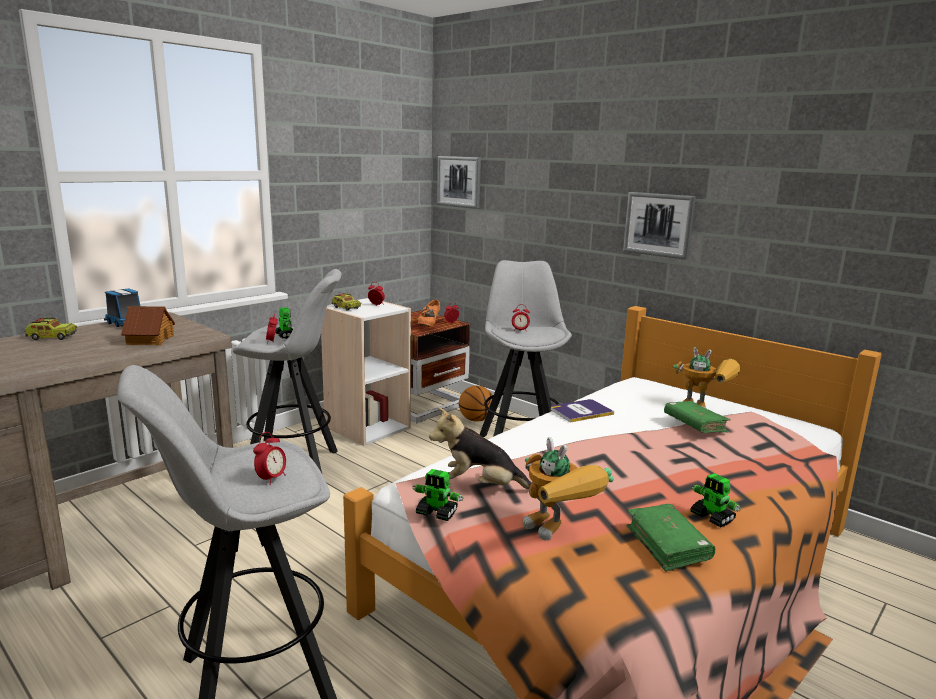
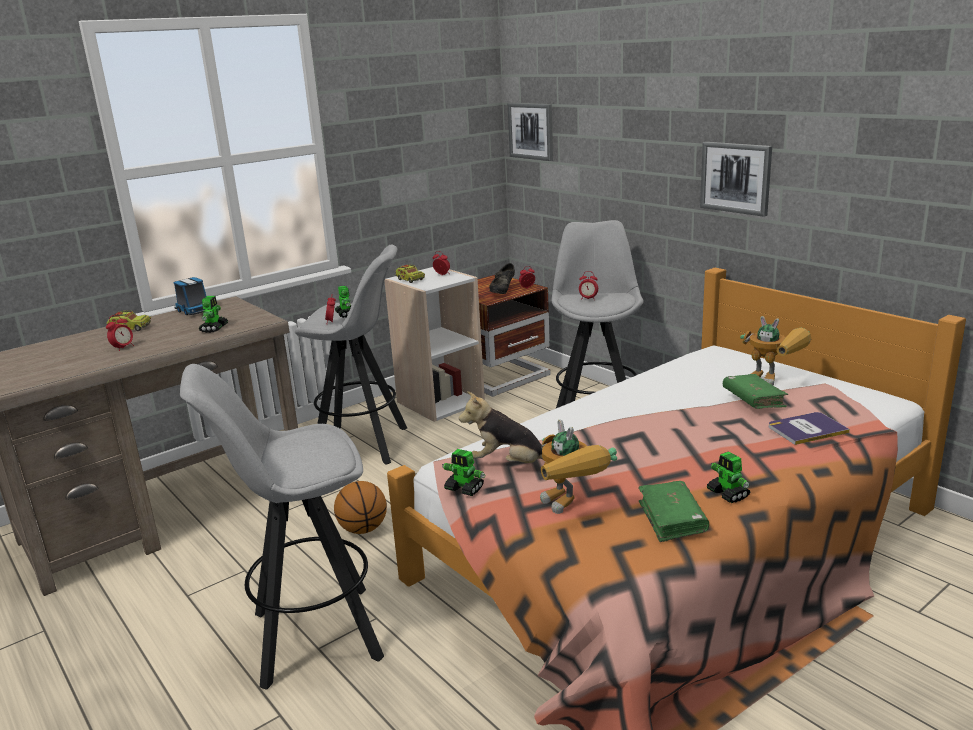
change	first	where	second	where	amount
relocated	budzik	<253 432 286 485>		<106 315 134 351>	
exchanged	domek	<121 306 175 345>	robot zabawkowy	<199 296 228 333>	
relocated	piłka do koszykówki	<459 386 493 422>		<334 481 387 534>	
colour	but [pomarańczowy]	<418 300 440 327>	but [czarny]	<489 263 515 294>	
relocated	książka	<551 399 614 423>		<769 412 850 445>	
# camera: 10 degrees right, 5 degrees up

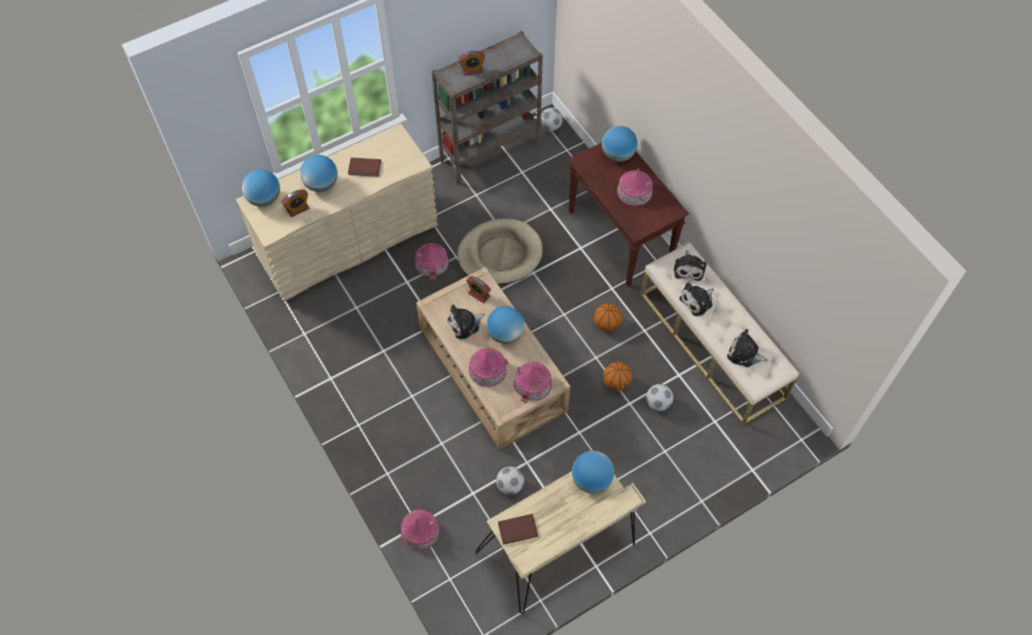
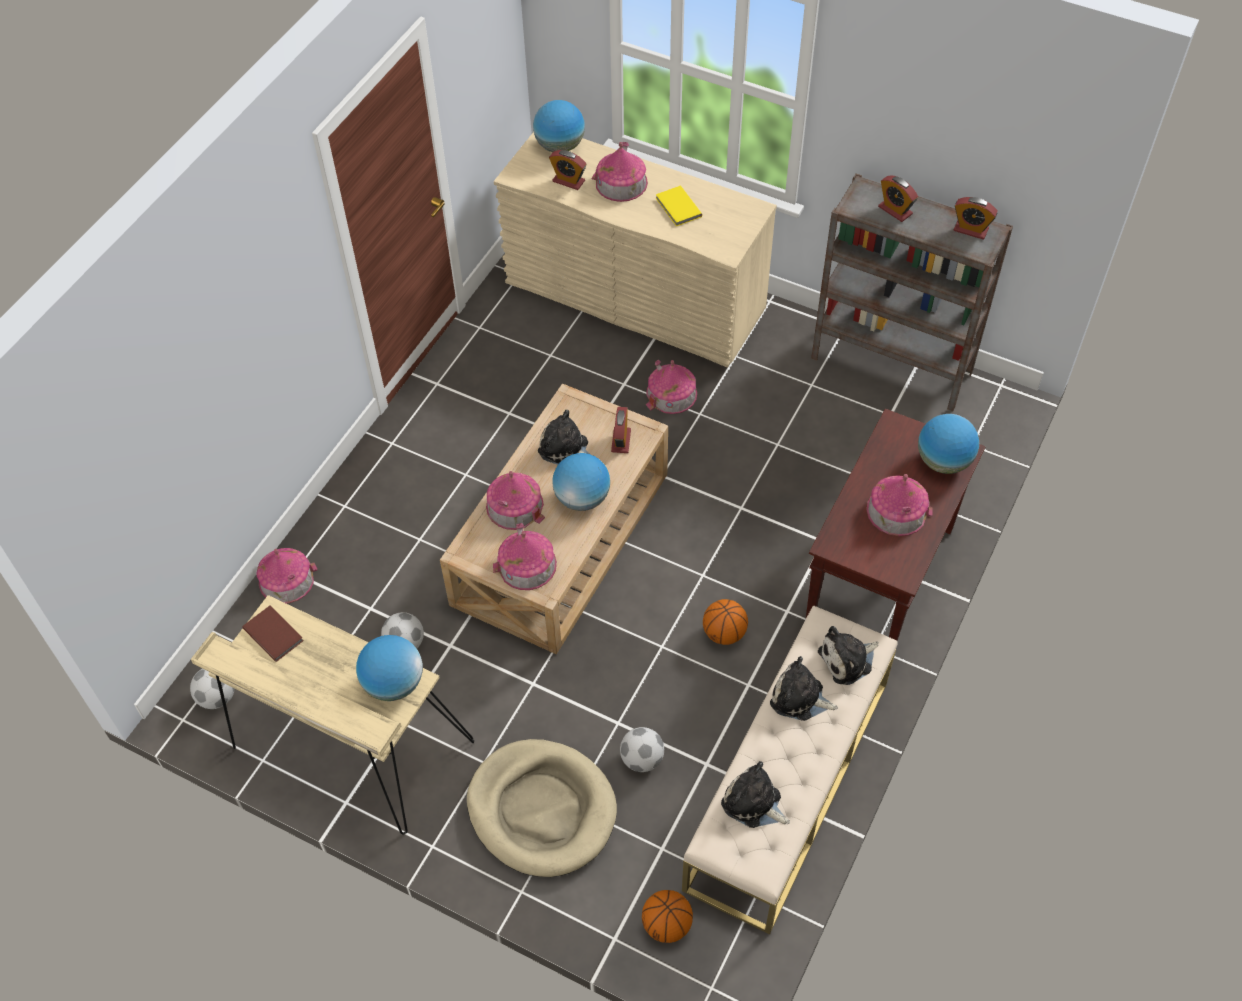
change	first	where	second	where	amount
relocated	piłka futbolowa	<541 108 563 131>		<190 669 235 709>	
relocated	legowisko [beżowy]	<457 219 543 285>		<467 739 617 877>	
exchanged	globus	<300 155 338 192>	domek	<591 142 648 202>	
relocated	piłka do koszykówki	<603 362 632 391>		<642 890 693 943>	
colour	książka [brązowy]	<348 157 381 177>	książka [żółty]	<656 186 702 226>	
spun	pluszak	<727 329 768 367>		<721 761 790 828>	45 degrees counterclockwise
appeared			budzik	<954 197 998 240>	
# camera: 60 degrees right, 5 degrees down

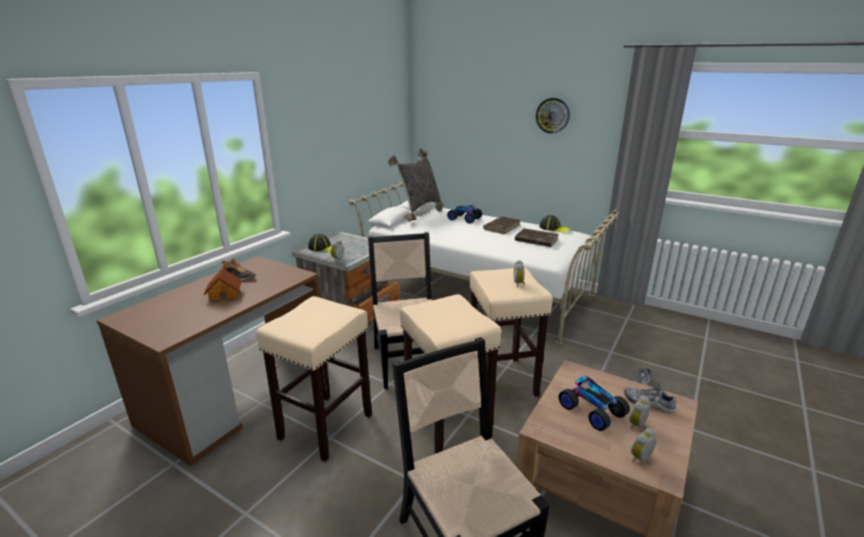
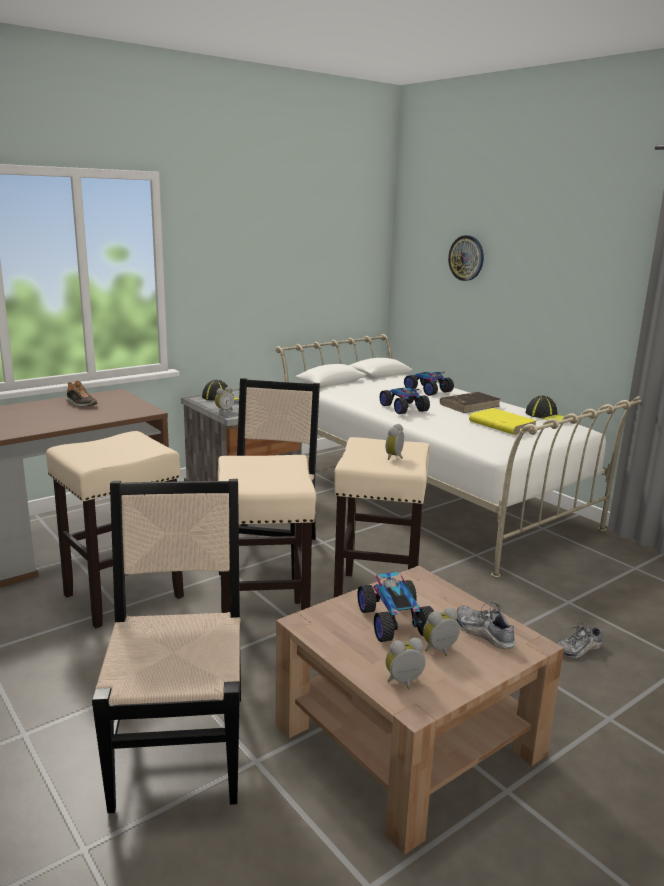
change	first	where	second	where	amount
appeared			samochodzik	<380 388 430 414>	
relocated	zegar ścienny	<536 98 570 134>		<448 235 484 281>	
colour	książka [brązowy]	<515 228 559 247>	książka [żółty]	<469 408 537 435>	
missing	domek	<204 268 242 301>			
missing	poduszka	<388 149 443 221>			
# camera: 20 degrees right, 5 degrees down

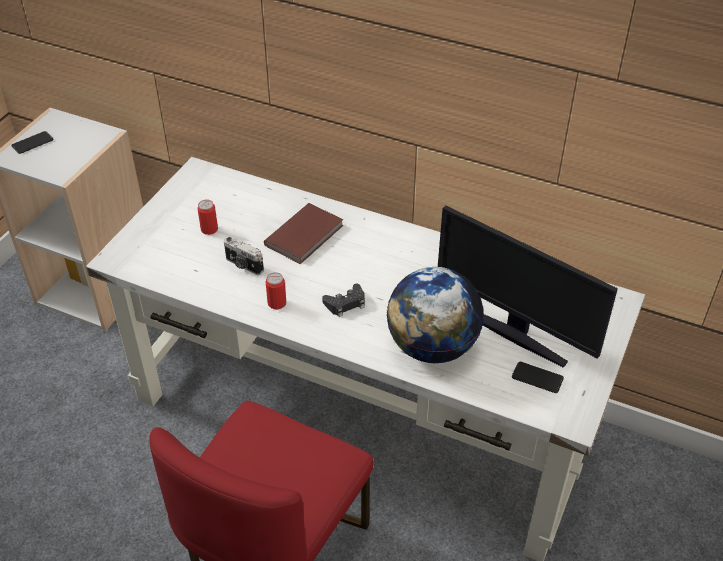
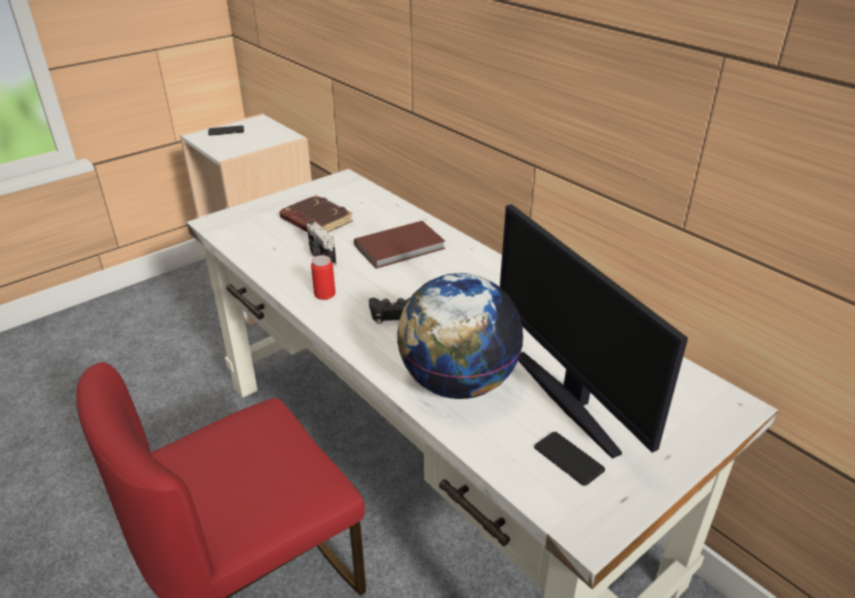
change	first	where	second	where	amount
exchanged	puszka	<197 200 218 235>	książka [brązowy]	<280 195 353 233>	
# camera: 25 degrees right, 10 degrees down

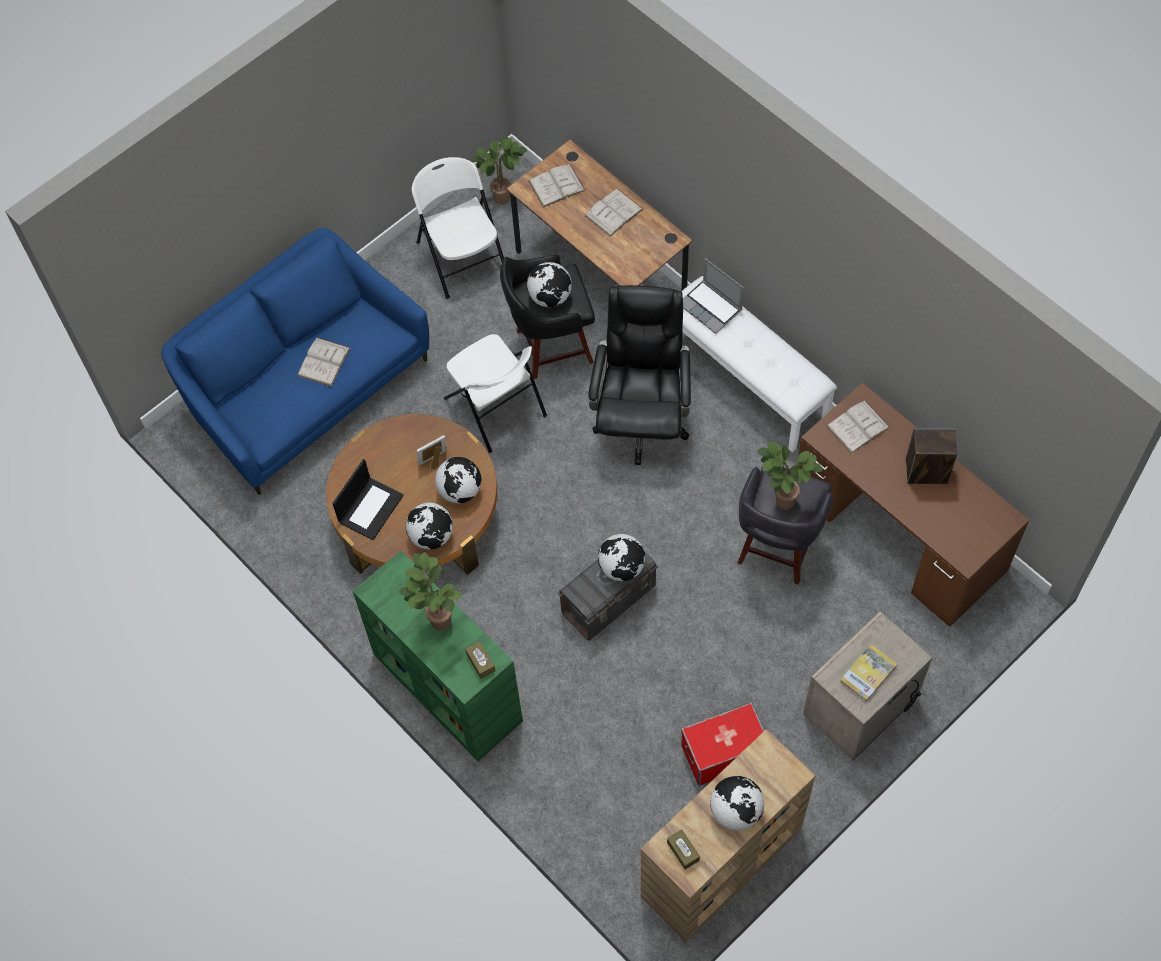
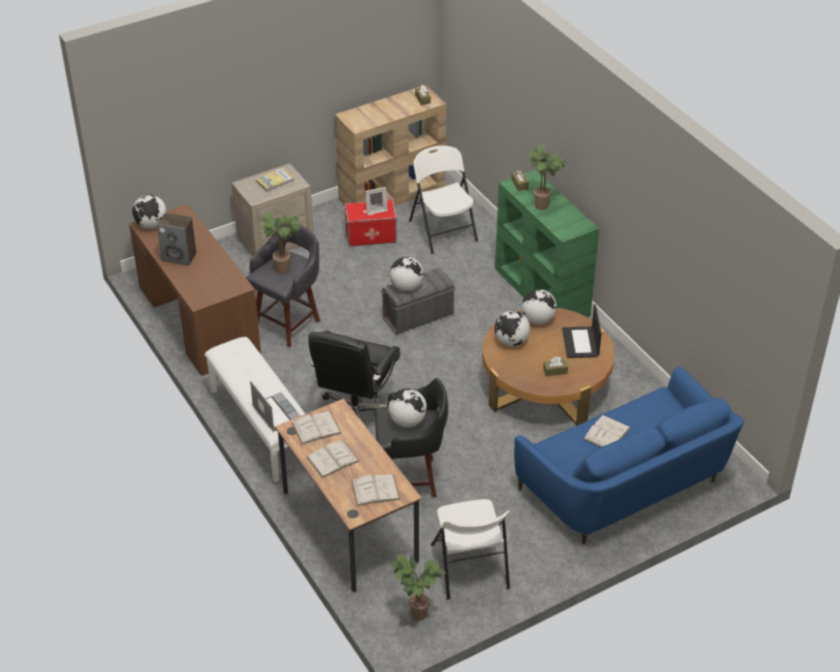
change	first	where	second	where	amount
relocated	globus	<710 776 764 831>		<132 195 166 228>	
relocated	książka [biały]	<826 400 890 454>		<292 411 341 445>	
relocated	ramka na zdjęcie	<417 435 446 470>		<365 187 388 215>	
relocated	krzesło [biały]	<444 334 547 454>		<409 146 478 254>	
appeared			pudełko chusteczek [brązowy]	<543 357 568 376>	
spun	laptop	<332 459 404 540>		<562 304 602 358>	45 degrees counterclockwise
# camera: 170 degrees left, 20 degrees down

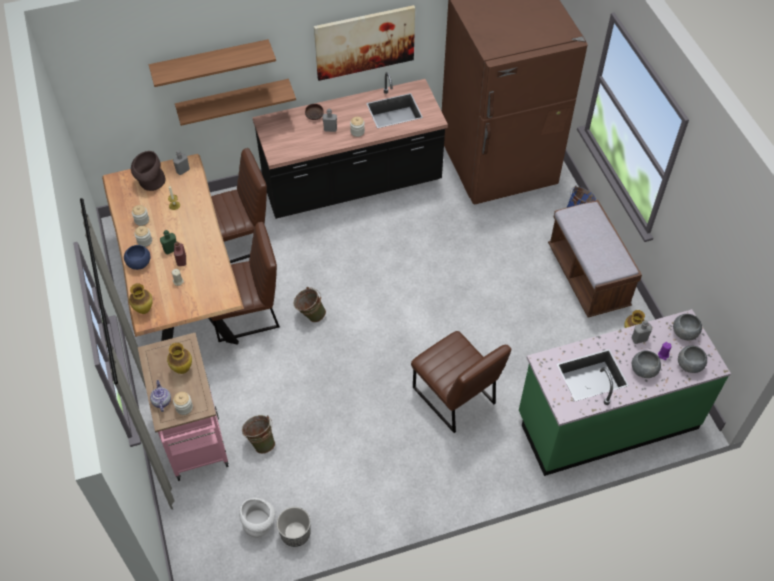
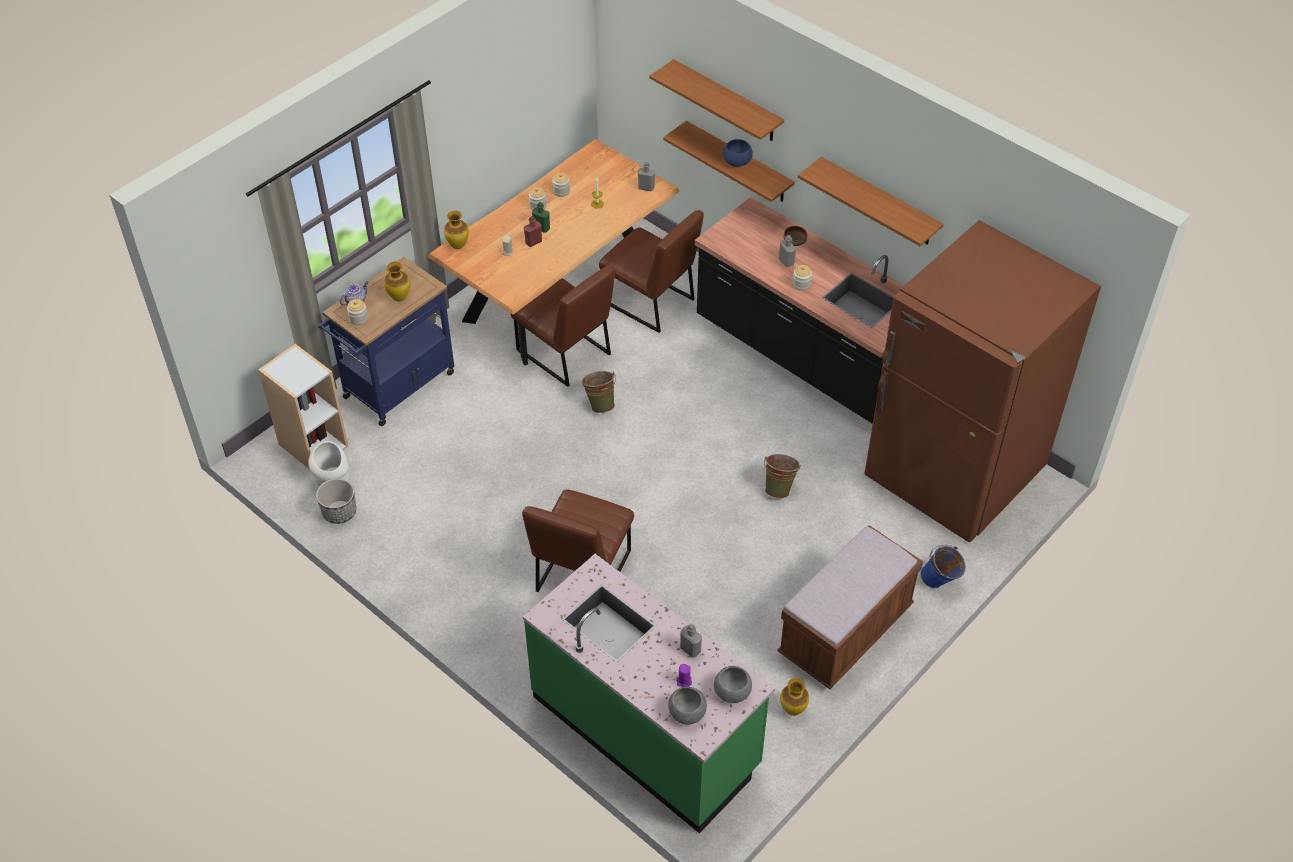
change	first	where	second	where	amount
appeared			regał	<258 344 348 469>	
colour	wózek [różowy]	<138 333 229 481>	wózek [niebieski]	<318 257 454 426>	
relocated	miska [niebieski]	<124 245 151 270>		<723 139 753 167>	
relocated	wiadro [zielony]	<242 415 275 454>		<764 454 801 498>	
exchanged	obraz	<314 5 415 81>	półka	<798 157 944 246>	
missing	wazon [brązowy]	<131 151 165 191>			
missing	miska [szary]	<632 350 661 378>			
# camera: 60 degrees right, 5 degrees down

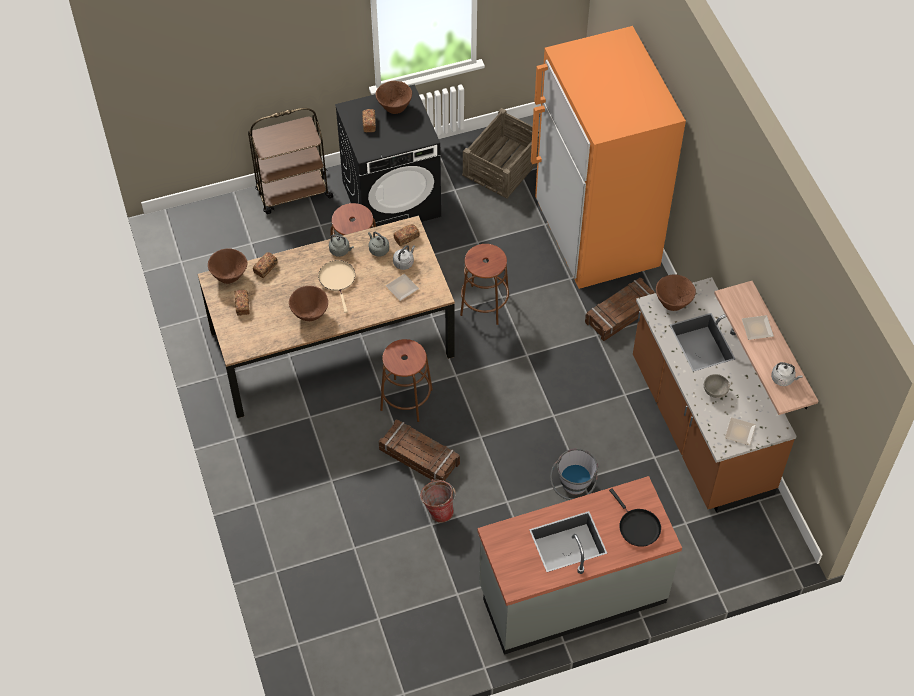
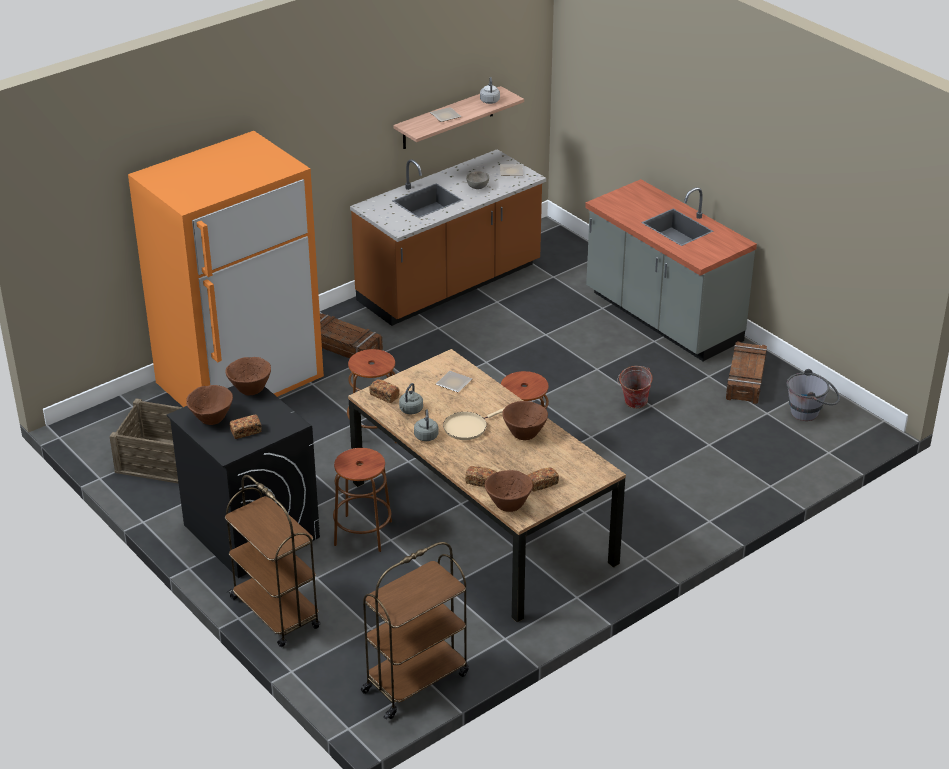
change	first	where	second	where	amount
relocated	miska [brązowy]	<656 274 696 311>		<225 357 271 395>	
appeared			wózek [brązowy]	<361 542 469 720>	
relocated	skrzynka	<379 419 460 481>		<726 341 767 404>	
relocated	wiadro [szary]	<550 448 598 500>		<787 369 840 421>	
missing	czajnik [szary]	<393 245 415 270>			
missing	patelnia [czarny]	<609 488 661 547>			
# camera: 110 degrees left, 20 degrees down

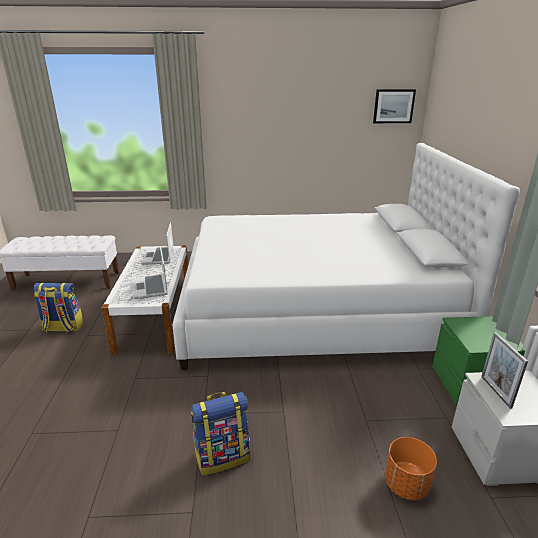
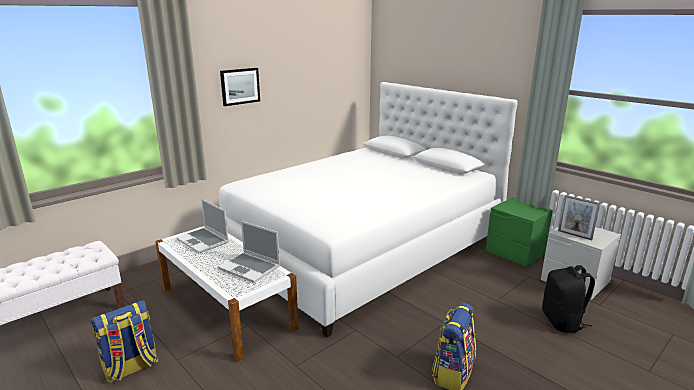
change	first	where	second	where	amount
relocated	obraz	<373 89 416 123>		<220 68 260 106>	
exchanged	donica [pomarańczowy]	<385 437 437 500>	plecak [czarny]	<542 265 595 333>	
# camera: 40 degrees left, 5 degrees down

